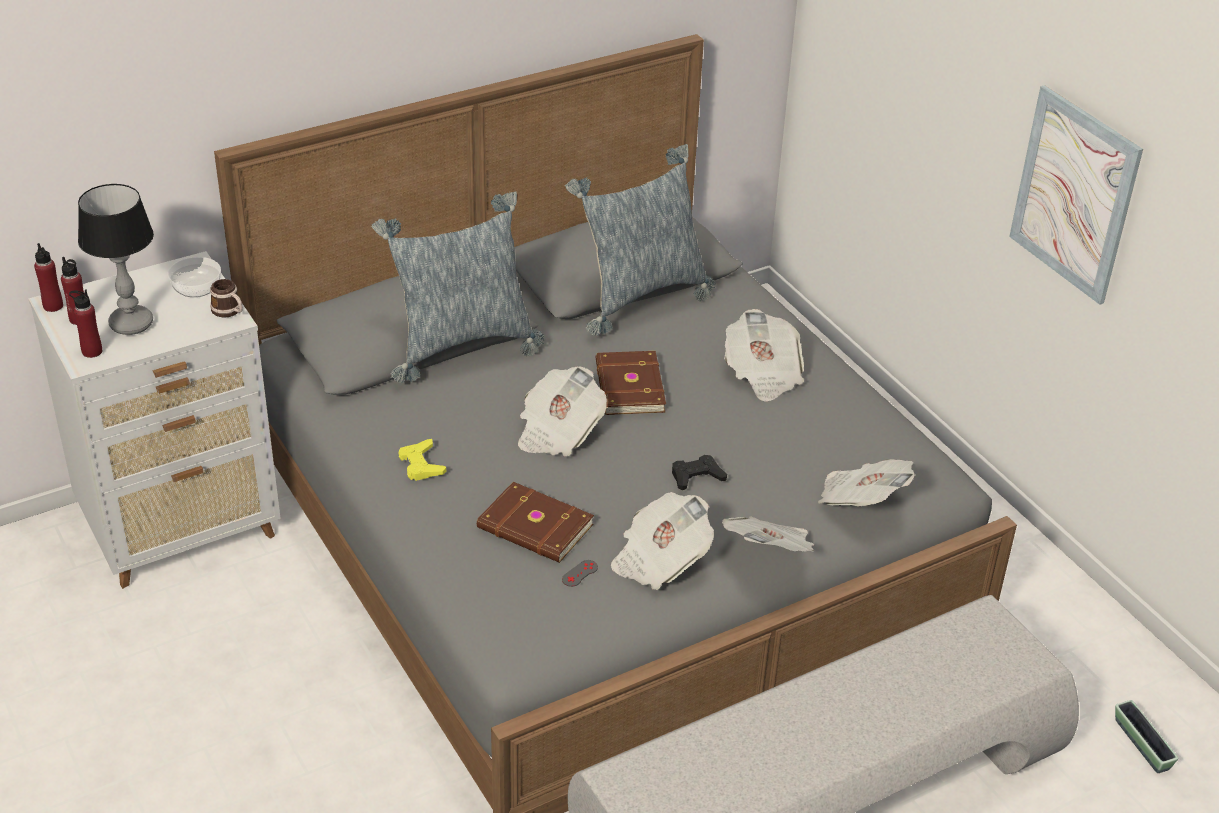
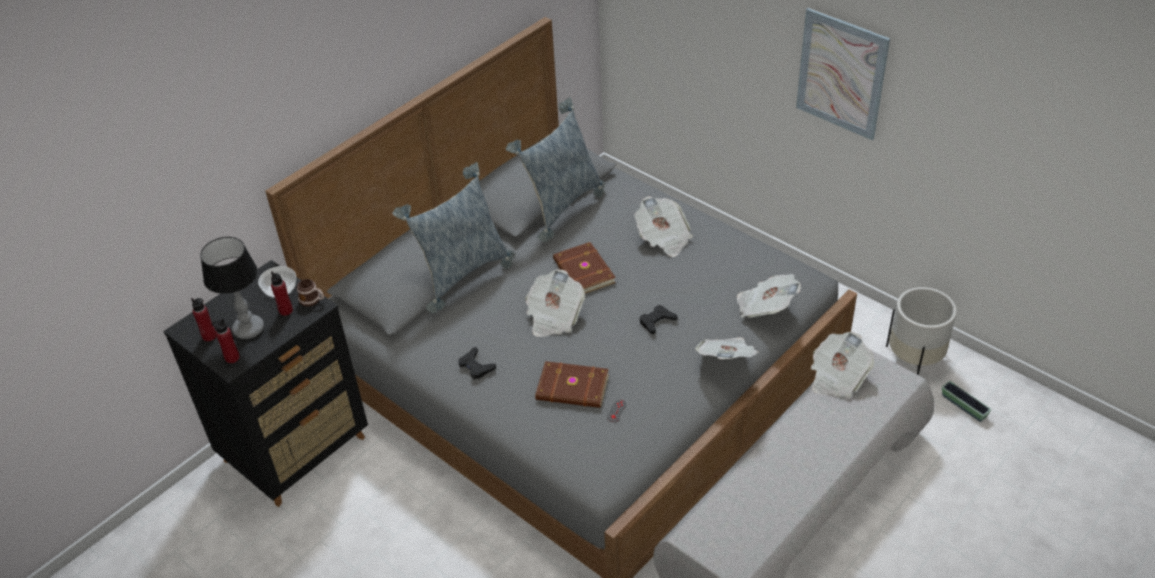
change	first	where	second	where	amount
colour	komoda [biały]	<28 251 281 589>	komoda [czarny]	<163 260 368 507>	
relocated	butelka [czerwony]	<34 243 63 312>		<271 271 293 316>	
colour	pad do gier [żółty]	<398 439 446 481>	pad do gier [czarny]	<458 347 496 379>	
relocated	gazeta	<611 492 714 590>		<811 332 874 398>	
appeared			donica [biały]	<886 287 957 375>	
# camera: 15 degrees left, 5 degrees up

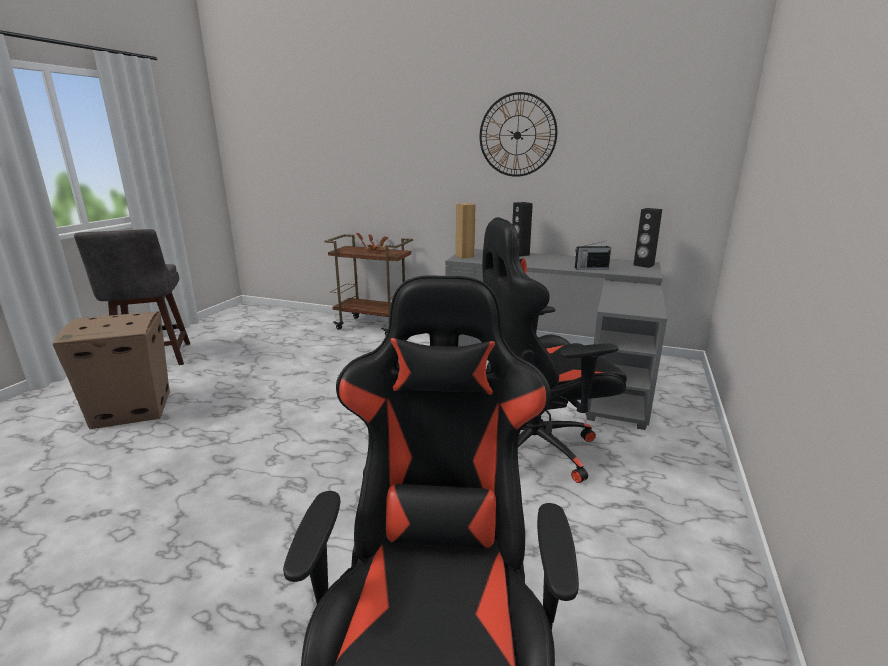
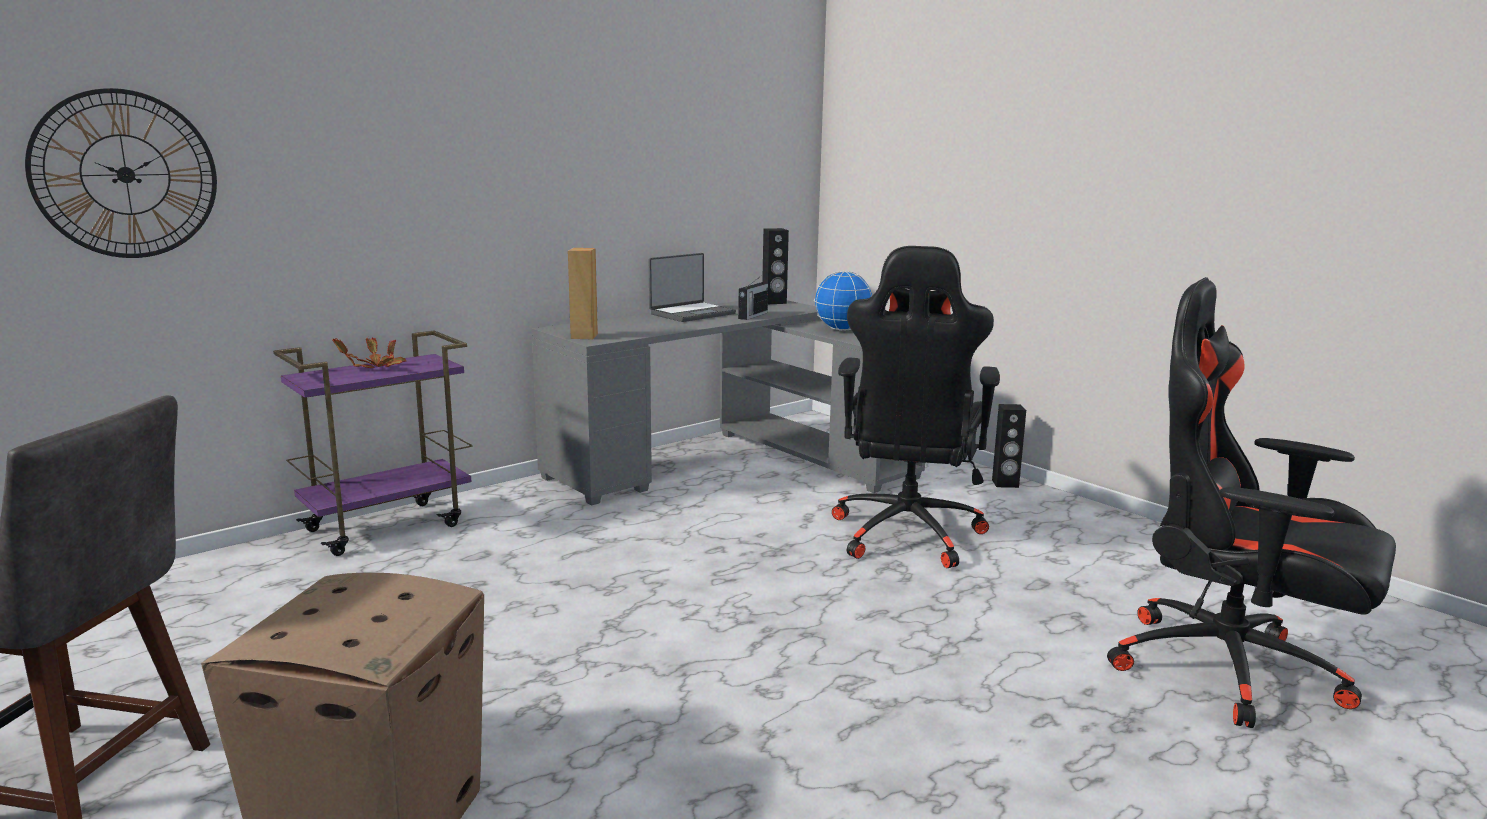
change	first	where	second	where	amount
relocated	zegar ścienny	<480 92 557 177>		<25 88 217 258>	
colour	wózek [brązowy]	<325 234 413 335>	wózek [fioletowy]	<273 331 473 556>	
appeared			laptop	<649 253 736 322>	
appeared			globus	<814 271 872 331>	
relocated	głośnik [czarny]	<512 202 533 257>		<992 404 1026 488>	
# camera: 60 degrees left, 5 degrees down

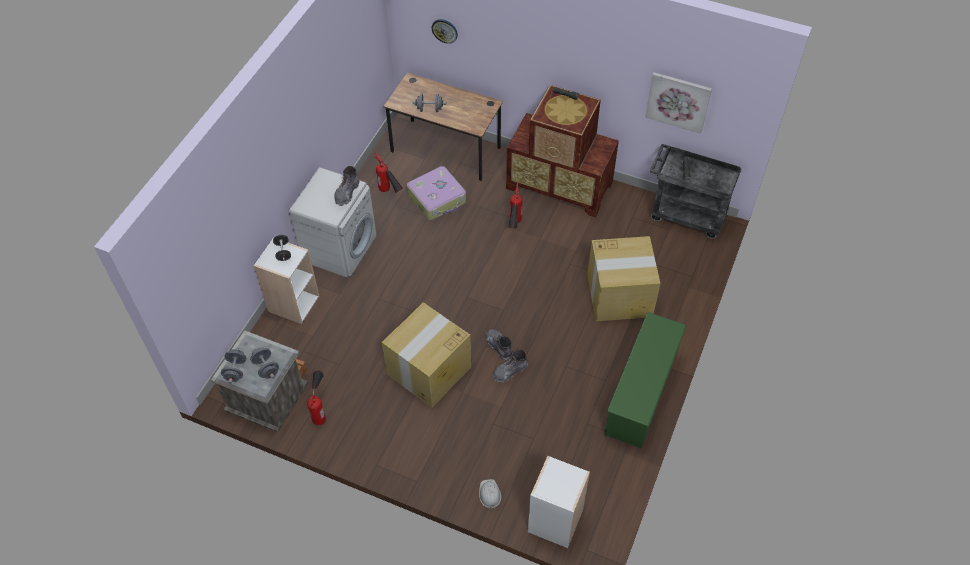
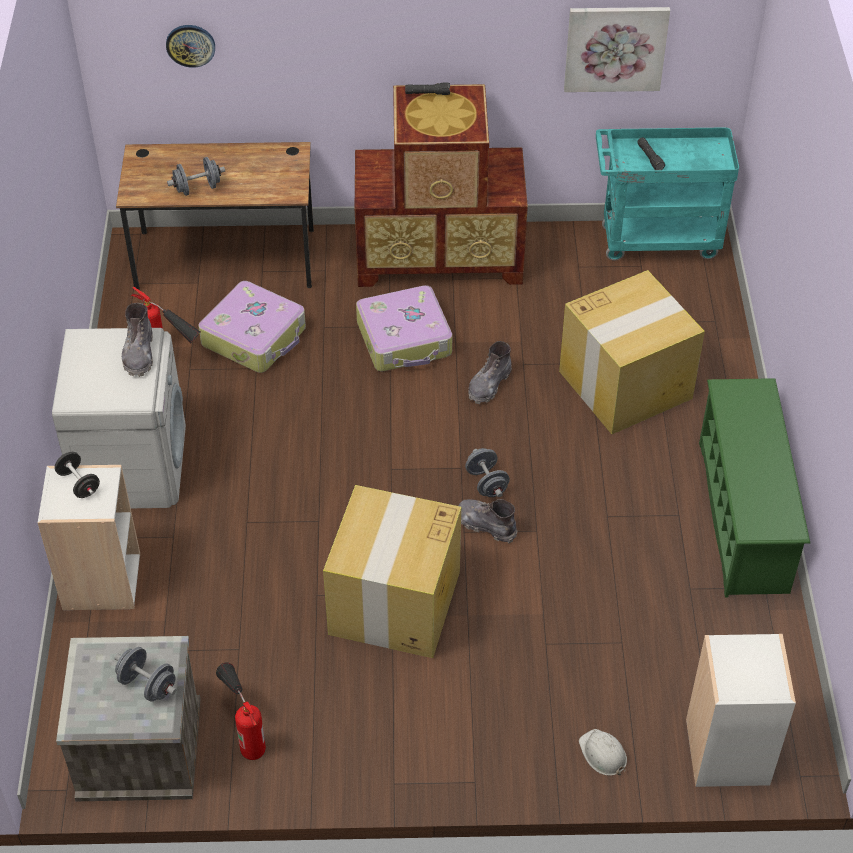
change	first	where	second	where	amount
exchanged	gaśnica	<508 183 522 228>	walizka	<356 285 452 371>	
relocated	hantel [szary]	<221 348 246 384>		<465 448 510 497>	
relocated	but z cholewką [szary]	<493 349 528 383>		<468 341 512 404>	
colour	wózek [czarny]	<650 144 741 239>	wózek [turkusowy]	<596 128 739 261>	
# camera: 25 degrees left, 5 degrees down

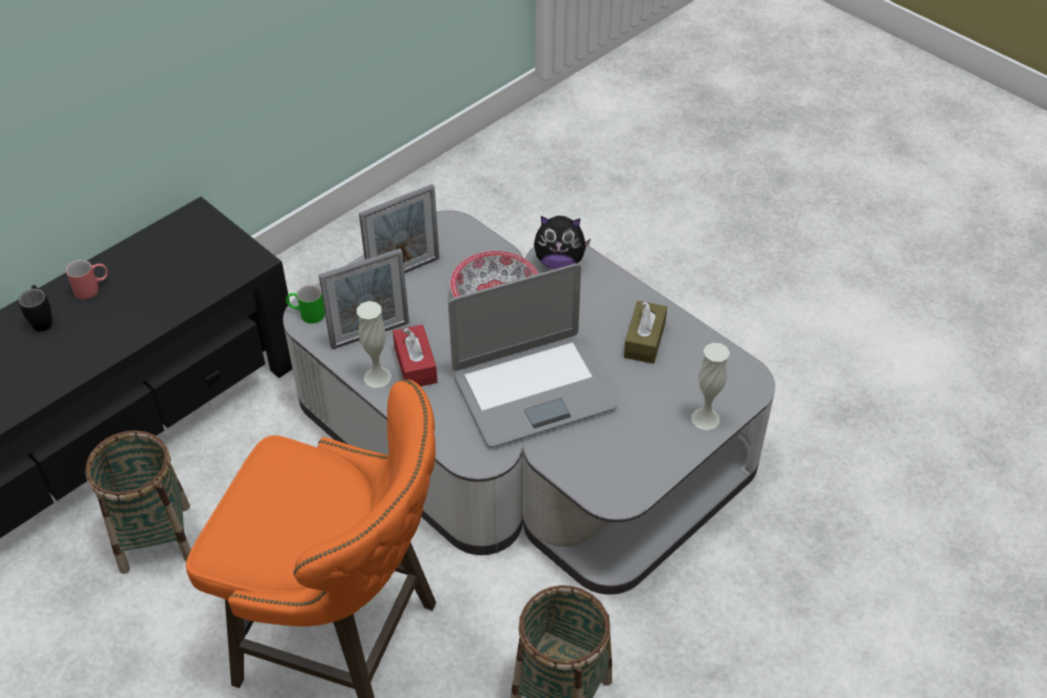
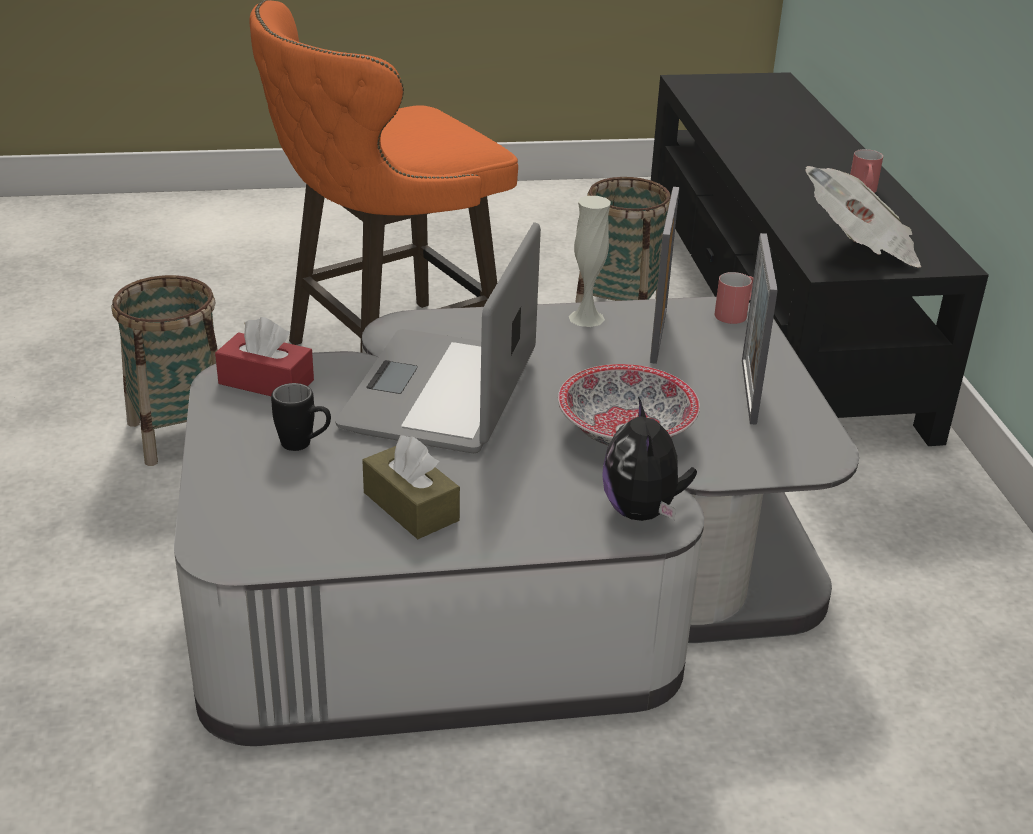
change	first	where	second	where	amount
relocated	pudełko chusteczek [czerwony]	<393 324 437 386>		<215 317 314 396>	
relocated	kubek [czarny]	<18 285 52 332>		<271 383 331 451>	
spun	pluszak	<534 216 591 269>		<602 397 697 521>	45 degrees counterclockwise
colour	kubek [zielony]	<286 285 325 324>	kubek [czerwony]	<715 272 754 324>	
appeared			gazeta	<805 166 921 267>	
missing	wazon [biały]	<691 343 730 430>			
# camera: 125 degrees right, 15 degrees down

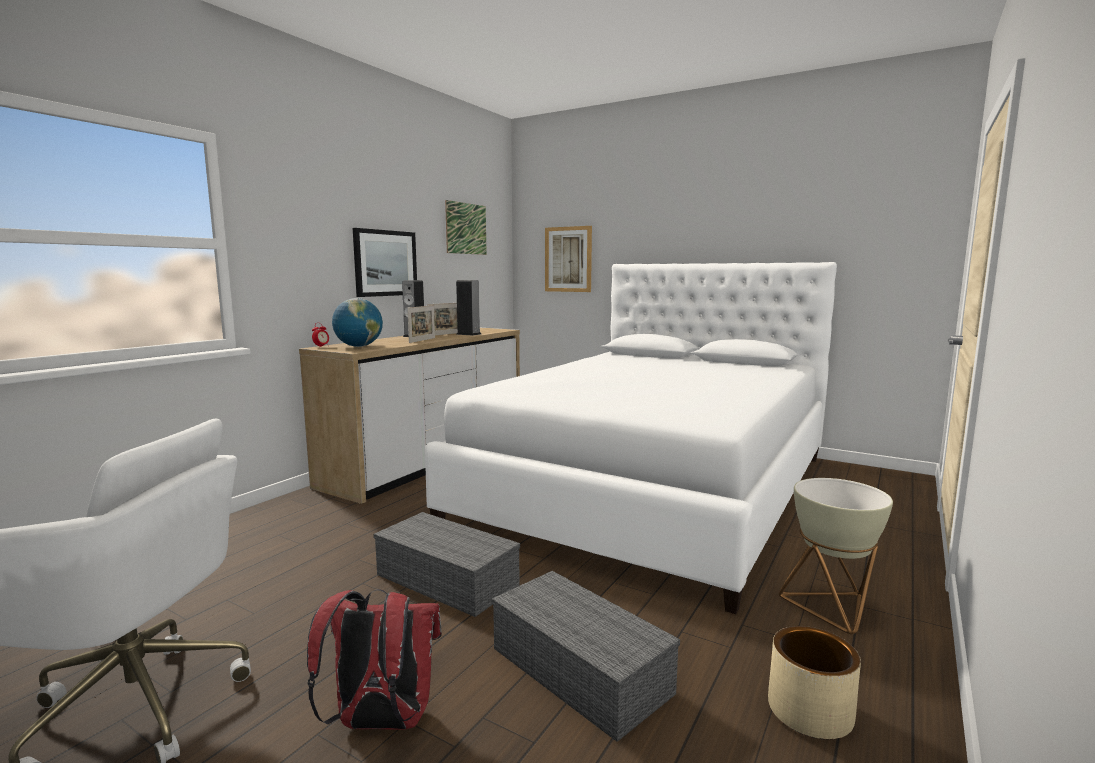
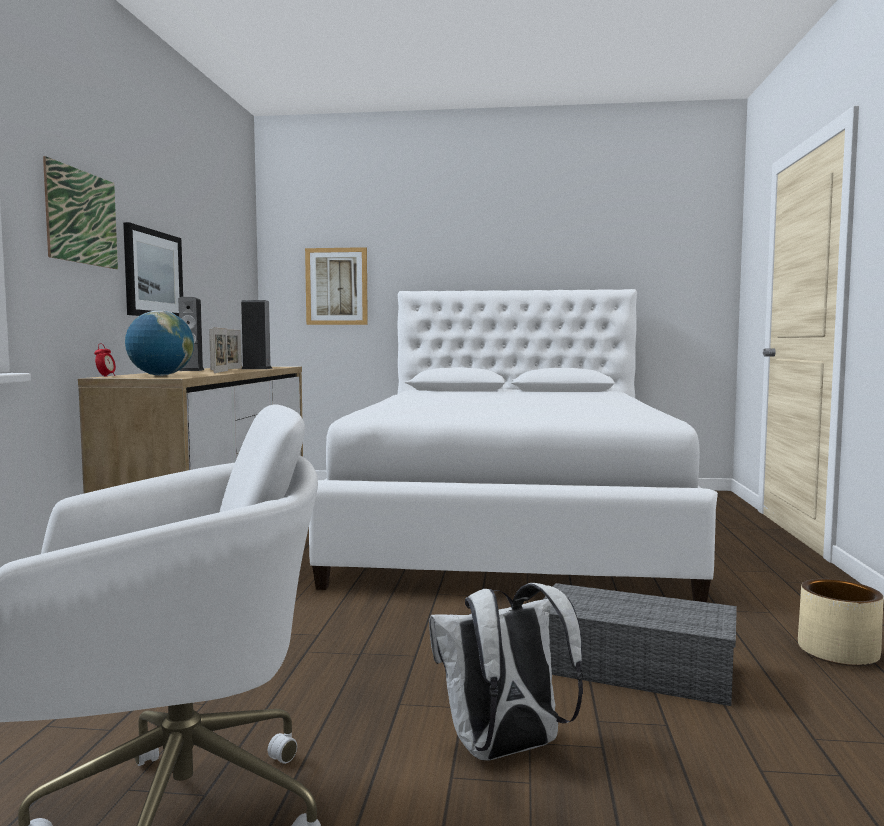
change	first	where	second	where	amount
relocated	obraz	<445 200 487 255>		<43 156 118 269>	
colour	plecak [czerwony]	<307 589 442 730>	plecak [biały]	<429 583 583 761>	
missing	pojemnik do przechowywania [szary]	<373 512 520 617>			
missing	donica	<778 478 893 635>			
# camera: 25 degrees left, 5 degrees down

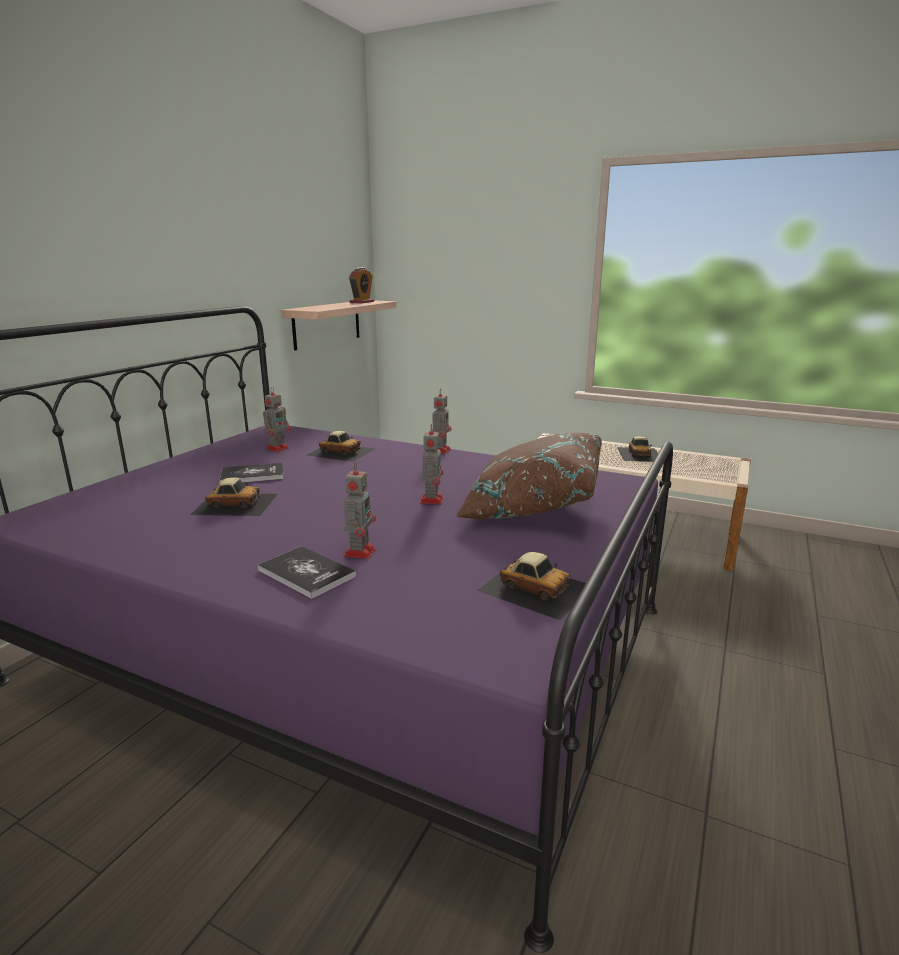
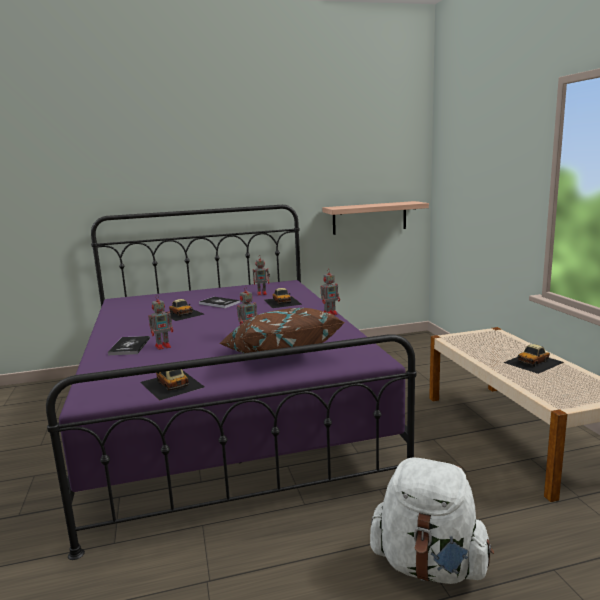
change	first	where	second	where	amount
spun	samochodzik	<477 552 586 620>		<140 369 204 401>	150 degrees clockwise
appeared			plecak [biały]	<370 457 494 584>	
missing	budzik	<349 267 374 303>			
# camera: 50 degrees right, 5 degrees down

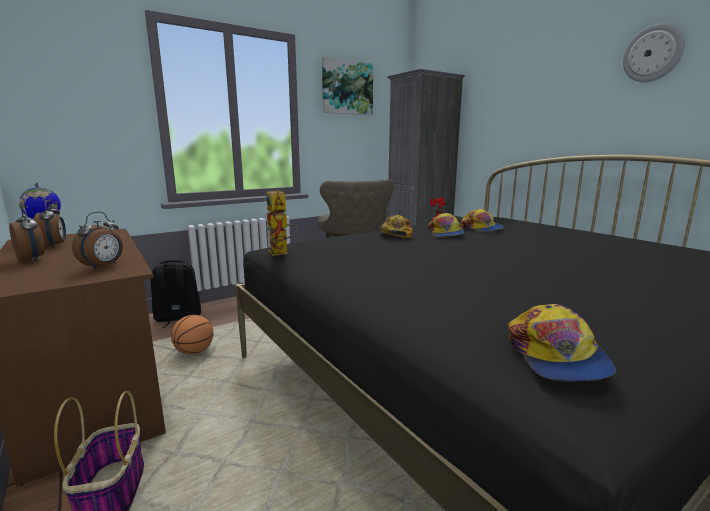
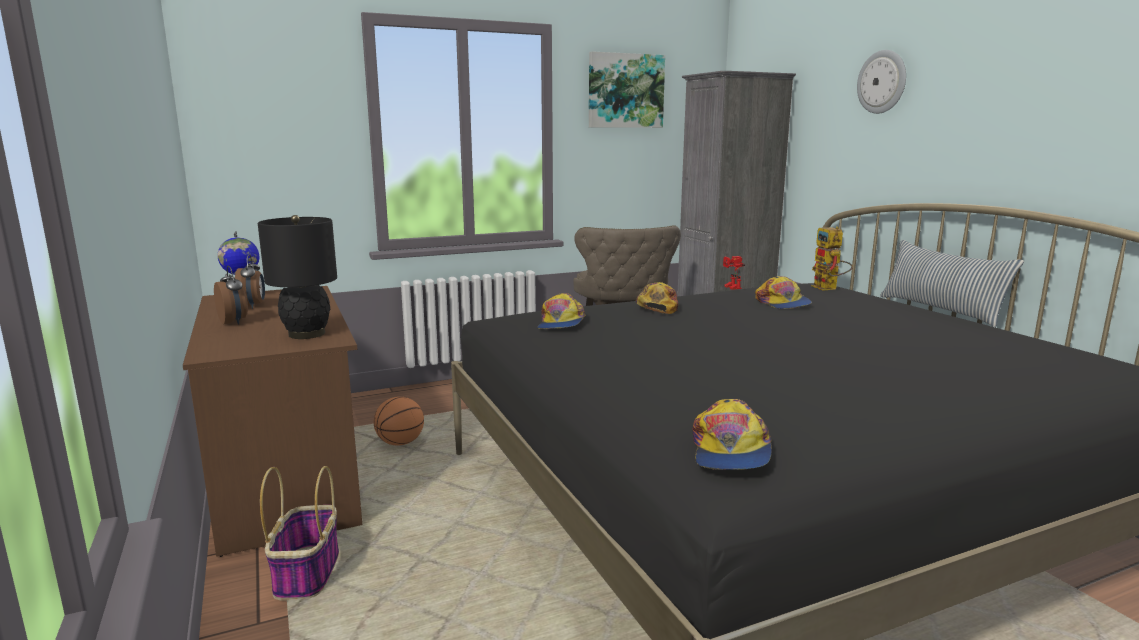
change	first	where	second	where	amount
exchanged	budzik	<72 212 123 270>	lampa stołowa [czarny]	<258 215 337 339>	
relocated	czapka z daszkiem	<428 213 464 237>		<537 293 586 329>	
relocated	robot zabawkowy	<266 190 298 256>		<811 227 853 291>	
relocated	zegar ścienny	<623 23 685 82>		<857 50 906 114>	
appeared			poduszka	<880 240 1024 327>	
missing	plecak [czarny]	<151 260 201 328>			
# camera: 10 degrees right, 0 degrees up

